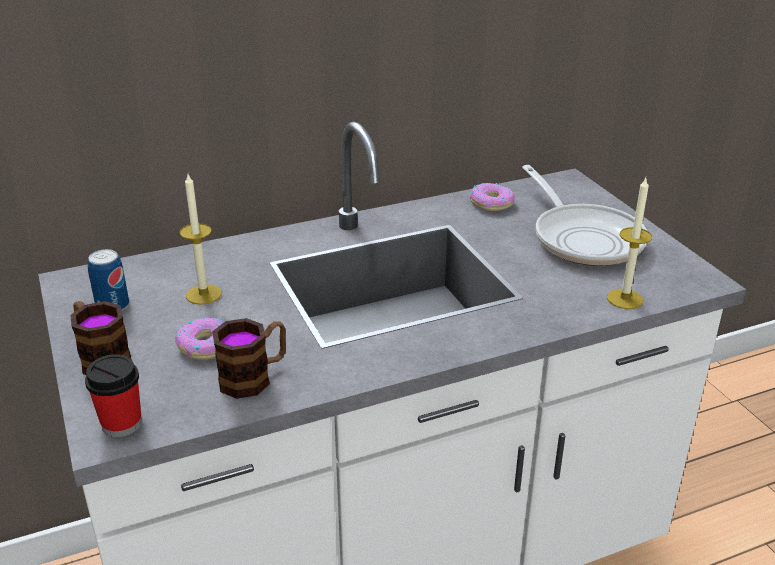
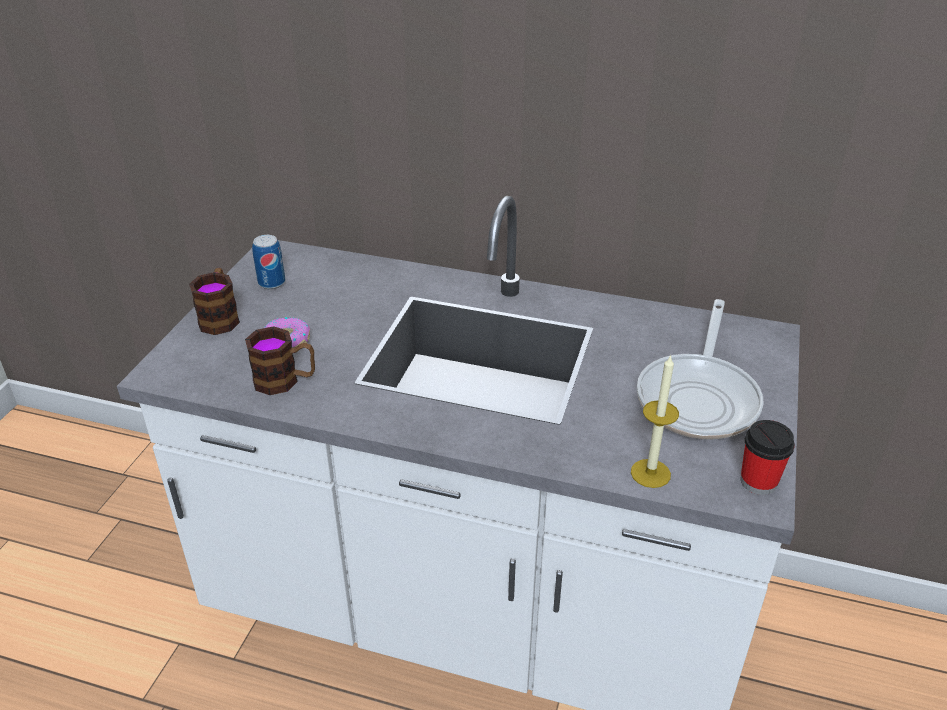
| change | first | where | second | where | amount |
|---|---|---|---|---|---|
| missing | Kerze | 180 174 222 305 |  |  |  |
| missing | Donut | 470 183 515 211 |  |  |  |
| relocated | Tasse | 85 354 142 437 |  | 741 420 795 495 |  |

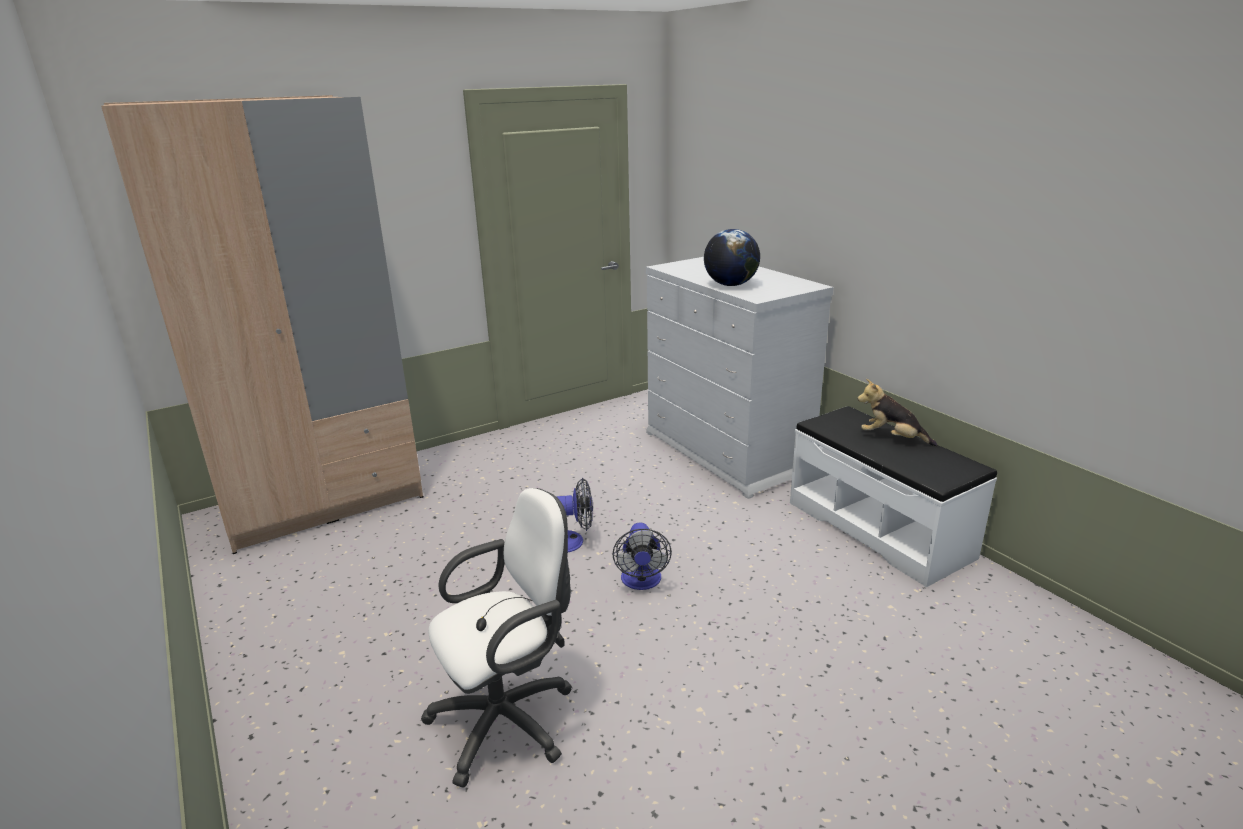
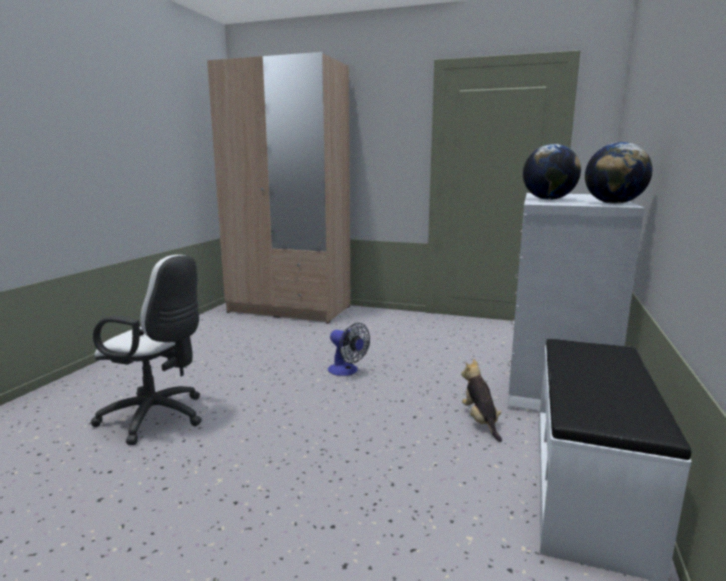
| change | first | where | second | where | amount |
|---|---|---|---|---|---|
| relocated | Plüschtier | 857 379 937 446 |  | 461 359 502 442 |  |
| missing | Ventilator | 613 522 672 590 |  |  |  |
| appeared |  |  | Globus | 585 142 652 204 |  |

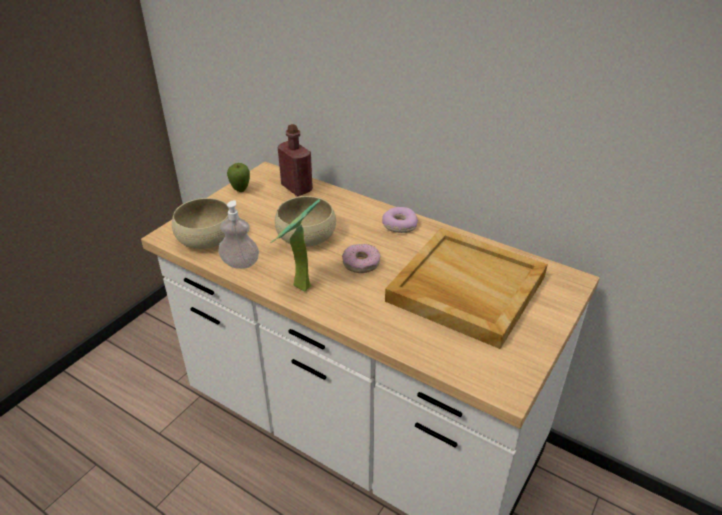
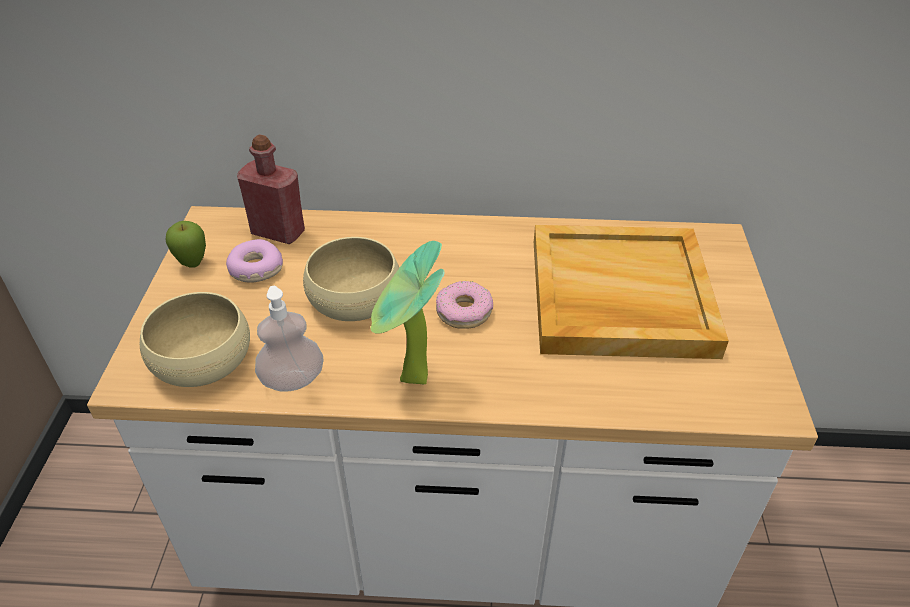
| change | first | where | second | where | amount |
|---|---|---|---|---|---|
| relocated | Donut | 382 207 418 233 |  | 226 239 283 283 |  |

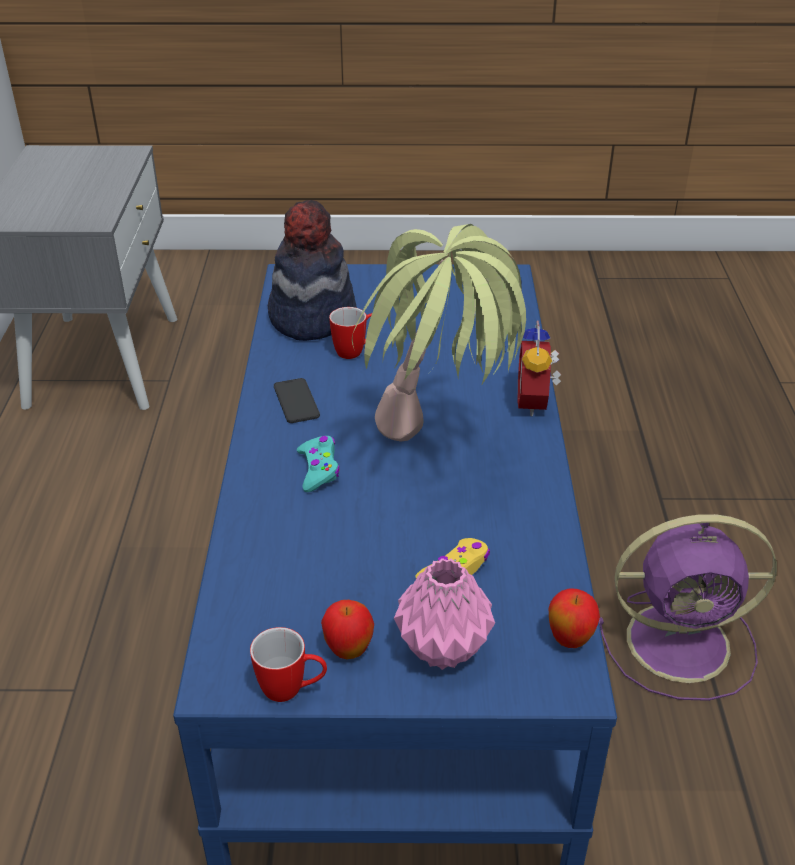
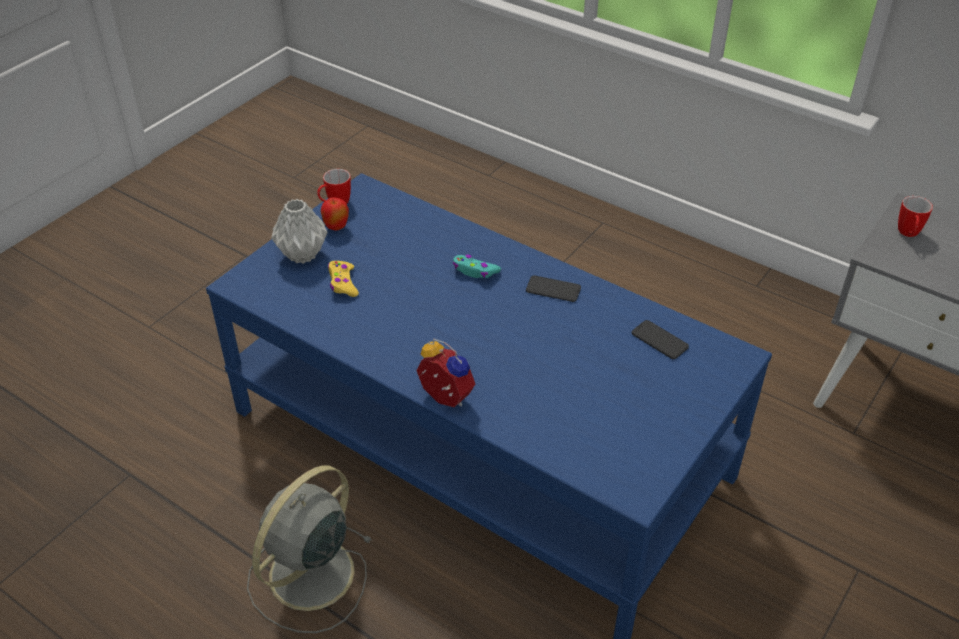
| change | first | where | second | where | amount |
|---|---|---|---|---|---|
| exchanged | Hut | 268 200 357 341 | Handy | 632 320 689 359 |  |
| missing | Topfpflanze | 352 224 526 442 |  |  |  |
| relocated | Henkelbecher | 329 307 372 359 |  | 898 196 933 237 |  |
| colour | Ventilator [lila] | 599 514 777 701 | Ventilator [grau] | 247 466 371 633 |  |
| colour | Vase [rosa] | 394 558 495 670 | Vase [grau] | 271 199 328 264 |  |
| missing | Apfel | 549 588 600 648 |  |  |  |

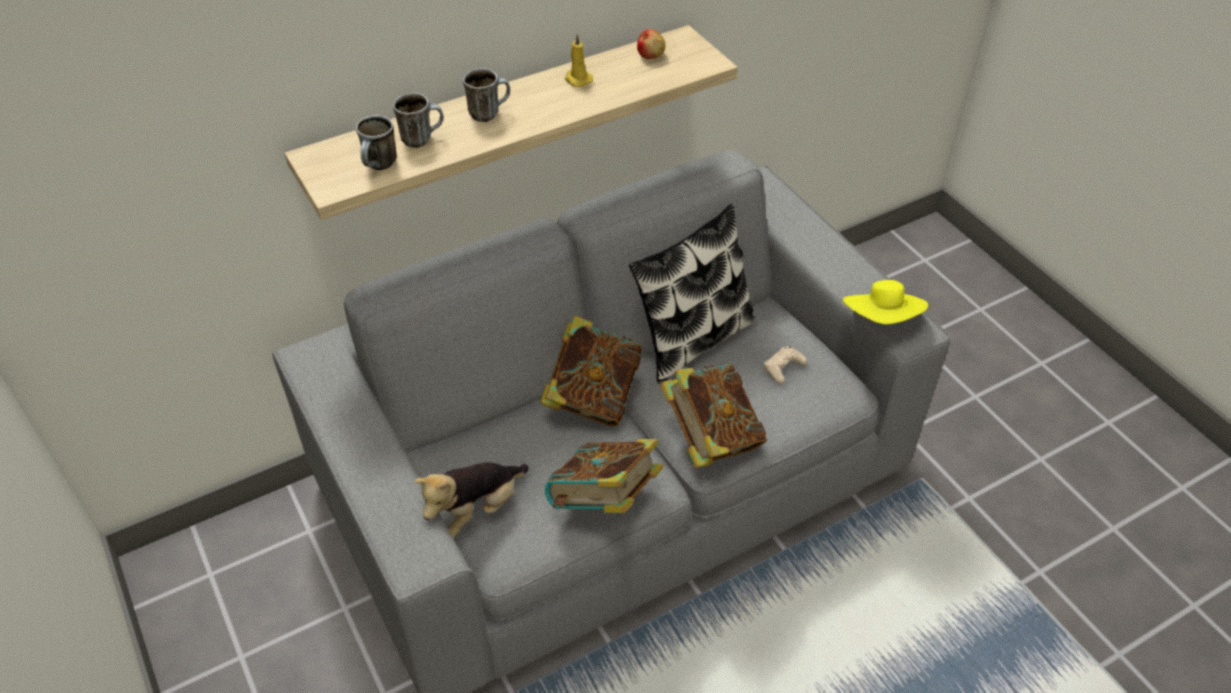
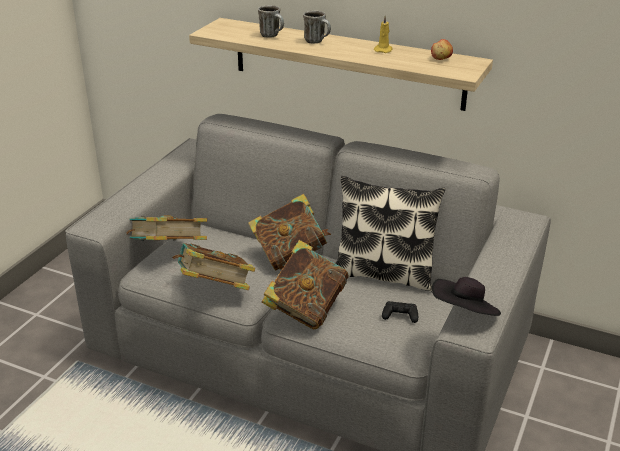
| change | first | where | second | where | amount |
|---|---|---|---|---|---|
| missing | Henkelbecher | 356 115 397 170 |  |  |  |
| colour | Hut [gelb] | 843 280 928 325 | Hut [schwarz] | 432 277 501 316 |  |
| colour | Gamepad [beige] | 764 346 807 384 | Gamepad [schwarz] | 382 301 418 323 |  |
| exchanged | Plüschtier | 414 462 529 539 | Buch | 127 215 207 241 |  |

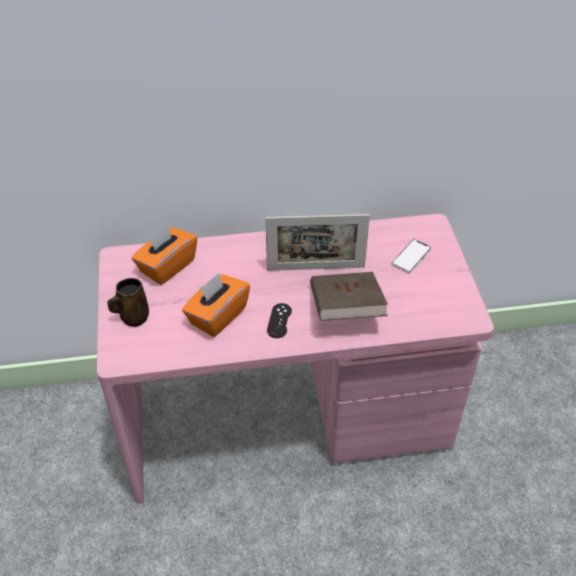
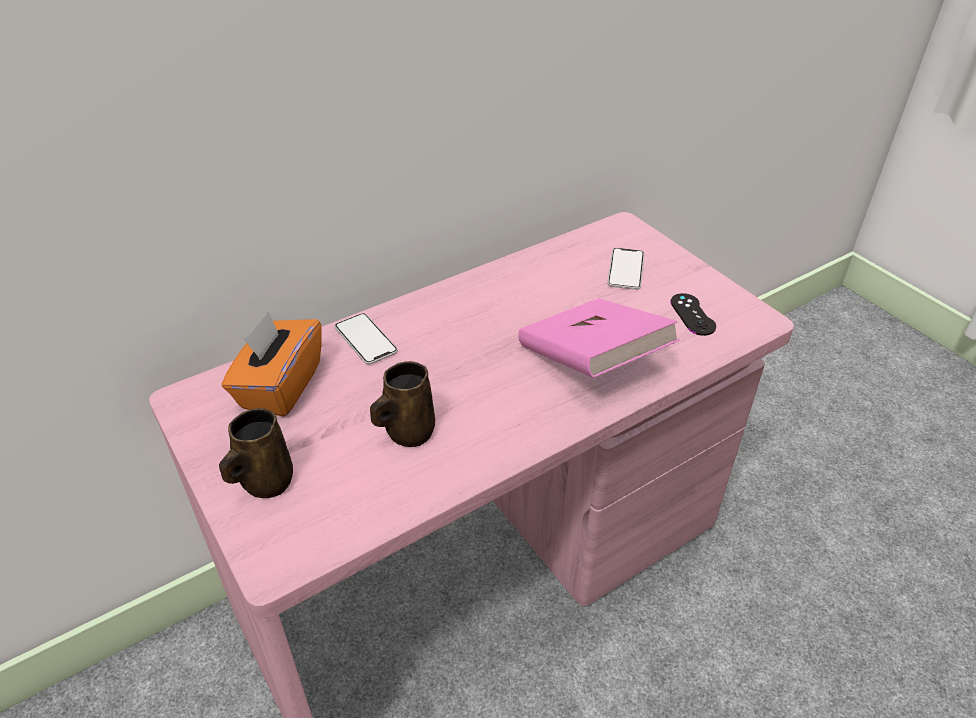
| change | first | where | second | where | amount |
|---|---|---|---|---|---|
| missing | Bilderrahmen | 265 214 370 271 |  |  |  |
| colour | Buch [braun] | 310 272 388 321 | Buch [rosa] | 518 298 680 378 |  |
| exchanged | Taschentuchbox [orange] | 182 273 250 337 | Henkelbecher [braun] | 370 361 435 447 |  |
| relocated | Gamepad [schwarz] | 267 303 292 338 |  | 671 293 716 336 |  |
| appeared |  |  | Handy | 335 313 398 365 |  |

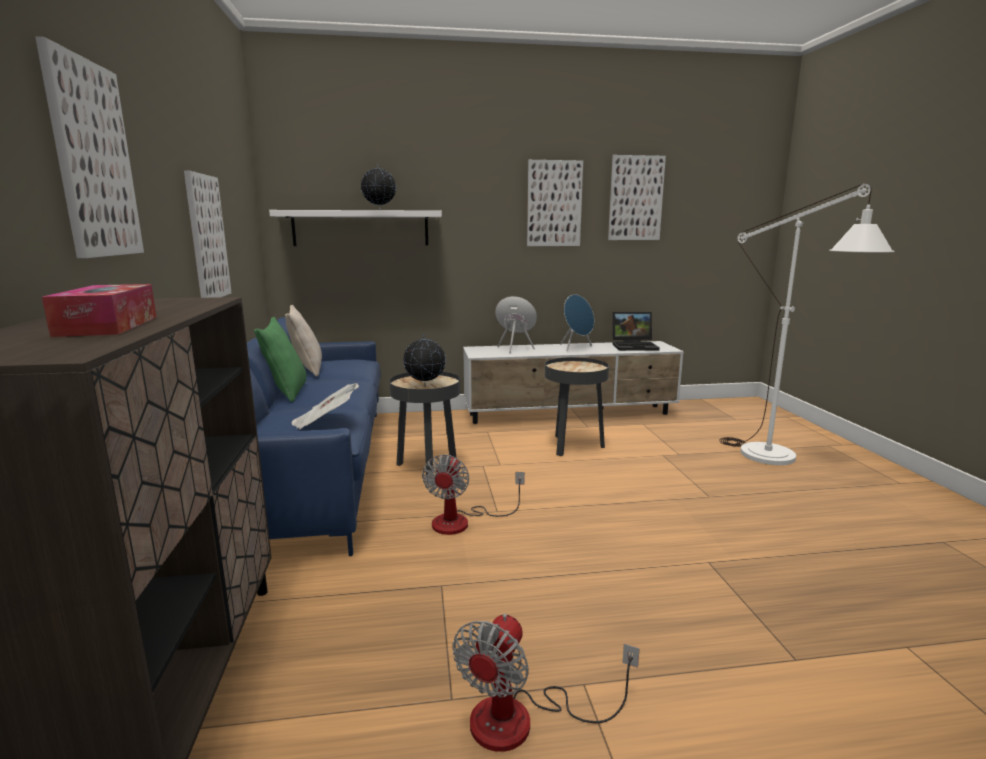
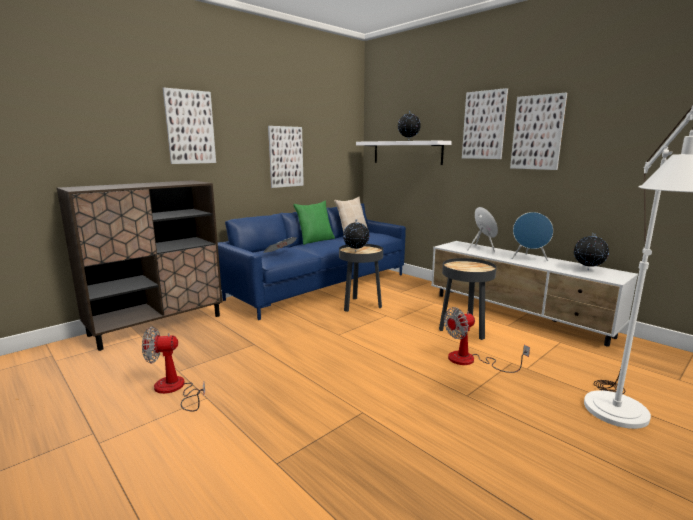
| change | first | where | second | where | amount |
|---|---|---|---|---|---|
| relocated | Bild | 608 155 666 240 |  | 462 88 508 159 |  |
| missing | Taschentuchbox | 42 284 156 337 |  |  |  |
| exchanged | Laptop | 612 312 660 351 | Globus | 574 233 609 270 |  |
| relocated | Ventilator | 422 454 525 535 |  | 444 307 530 373 |  |

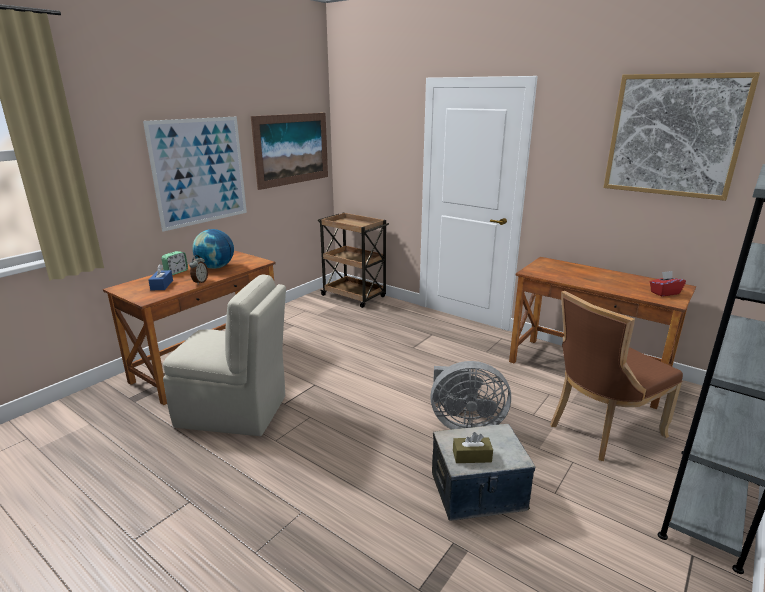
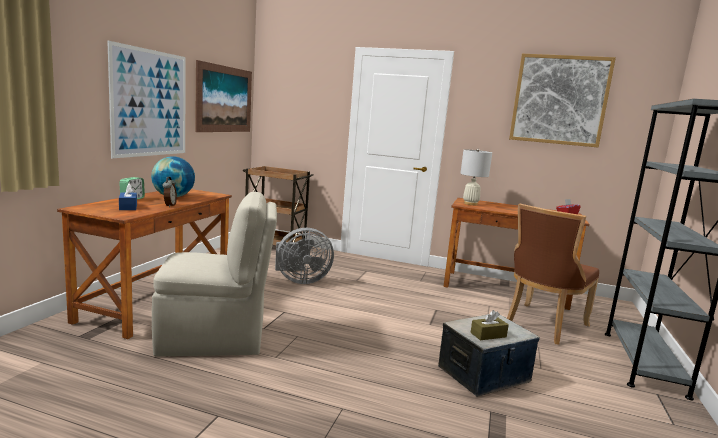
| change | first | where | second | where | amount |
|---|---|---|---|---|---|
| relocated | Ventilator [grau] | 430 361 511 429 |  | 275 228 334 284 |  |
| appeared |  |  | Tischlampe [weiß] | 460 149 492 205 |  |

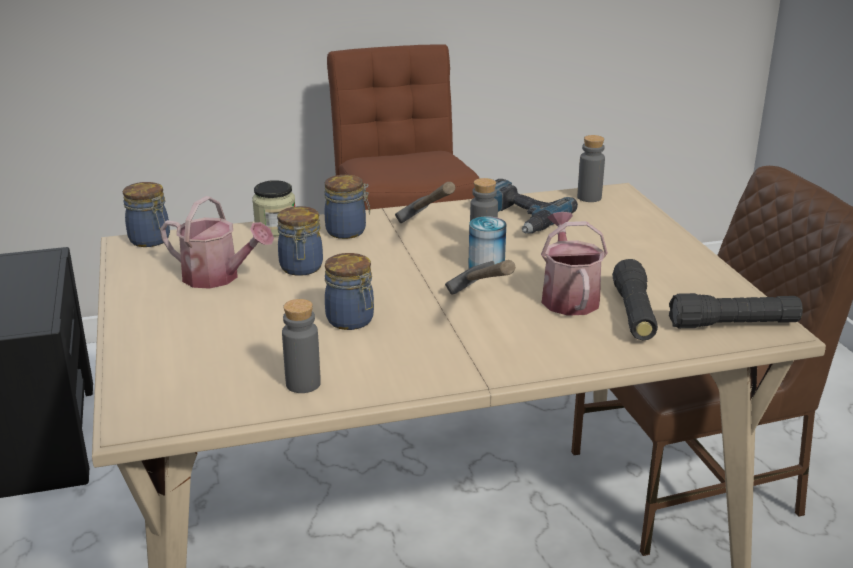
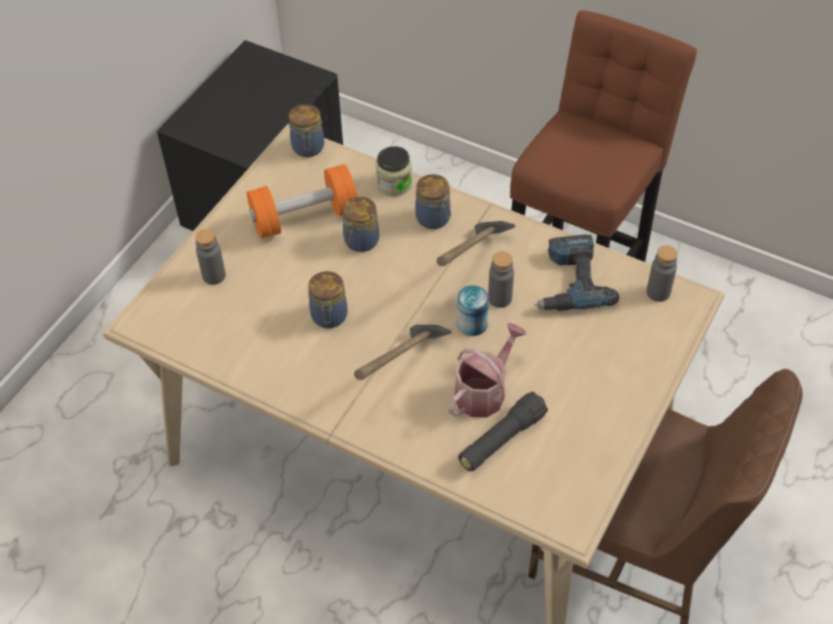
| change | first | where | second | where | amount |
|---|---|---|---|---|---|
| exchanged | Gießkanne | 160 196 274 289 | Hantel [orange] | 247 164 357 239 |  |
| missing | Taschenlampe [schwarz] | 669 293 803 328 |  |  |  |
| relocated | Flasche [grau] | 282 299 321 393 |  | 195 229 226 285 |  |

